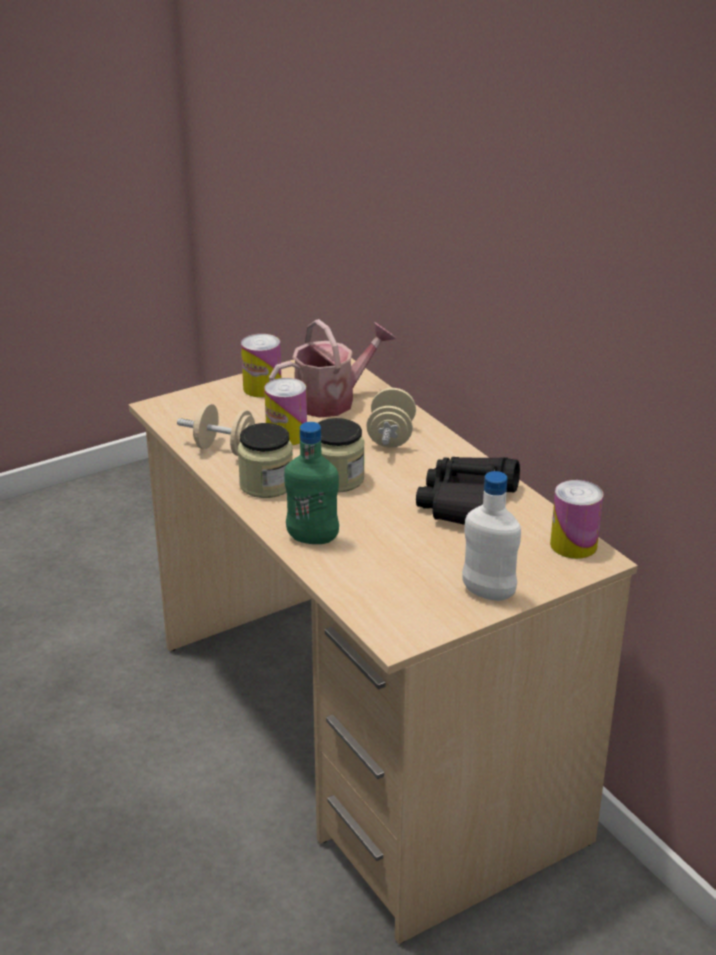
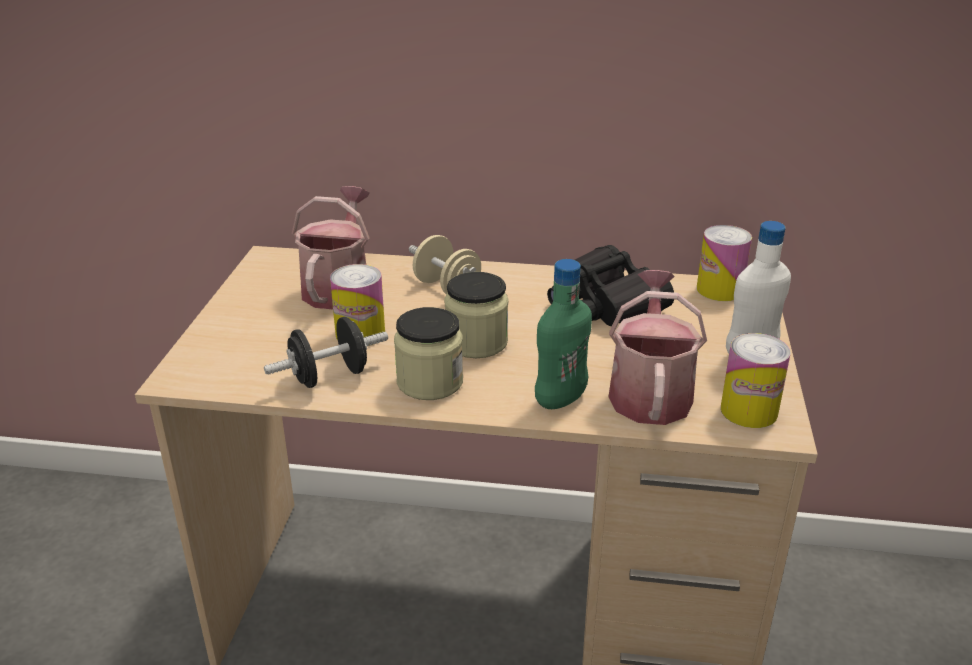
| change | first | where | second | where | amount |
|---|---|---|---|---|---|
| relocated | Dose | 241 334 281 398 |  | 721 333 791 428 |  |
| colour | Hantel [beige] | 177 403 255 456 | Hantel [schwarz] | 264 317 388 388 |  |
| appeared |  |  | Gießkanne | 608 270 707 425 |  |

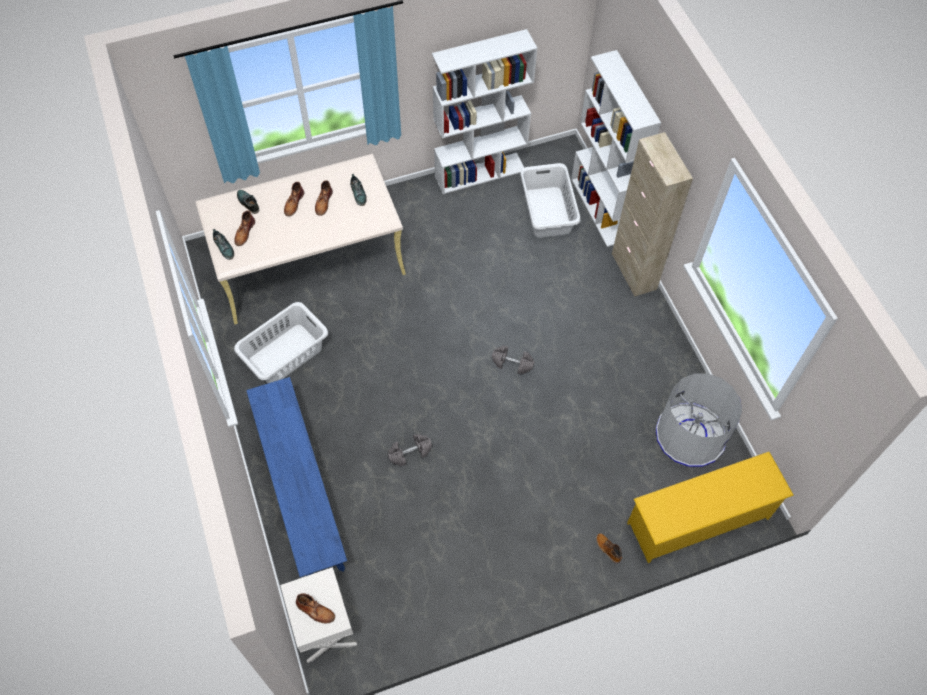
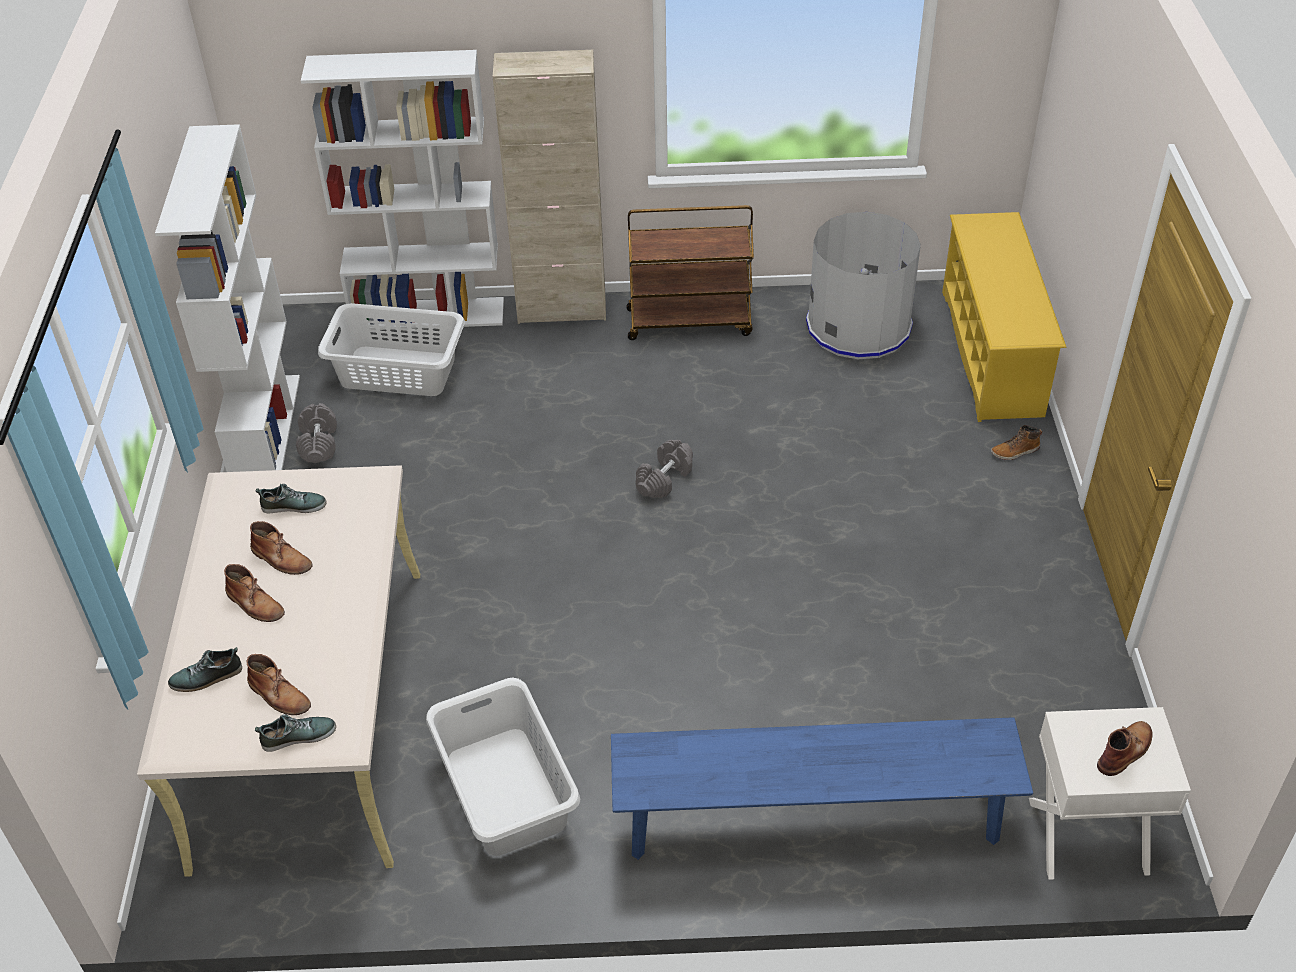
| change | first | where | second | where | amount |
|---|---|---|---|---|---|
| relocated | Hantel [grau] | 388 434 432 466 |  | 296 403 337 463 |  |
| appeared |  |  | Rollwagen [braun] | 627 205 754 340 |  |

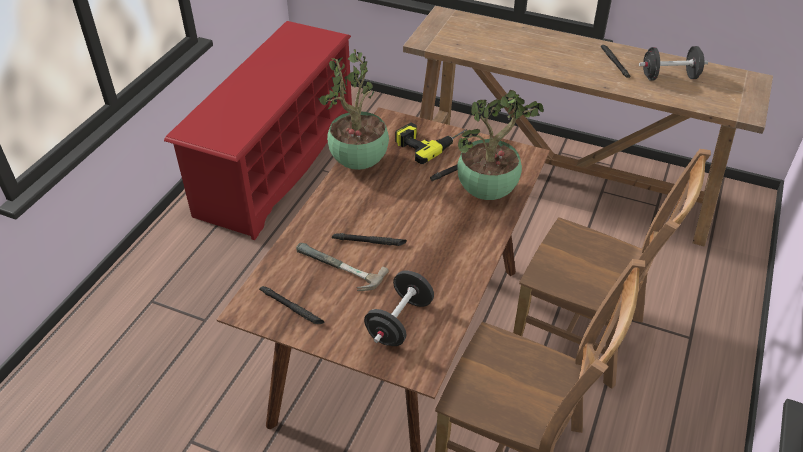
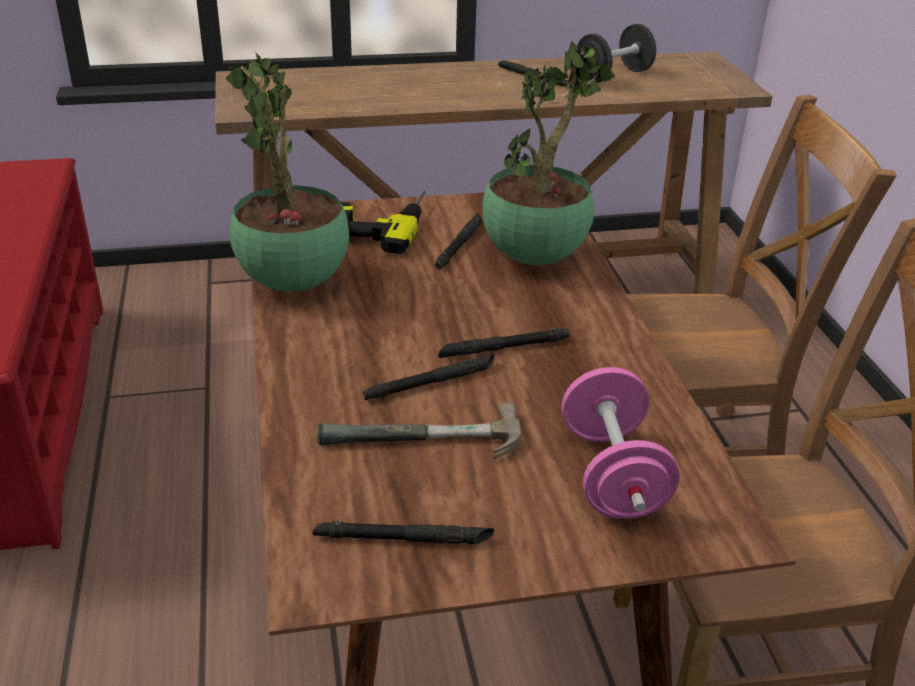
| change | first | where | second | where | amount |
|---|---|---|---|---|---|
| colour | Hantel [schwarz] | 364 270 434 346 | Hantel [rosa] | 562 367 680 519 |  |
| appeared |  |  | Taschenlampe [schwarz] | 438 328 569 358 |  |

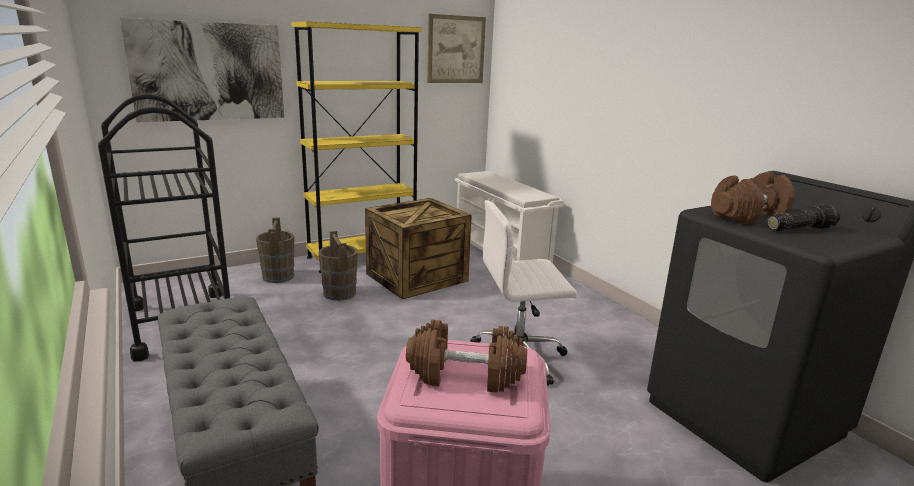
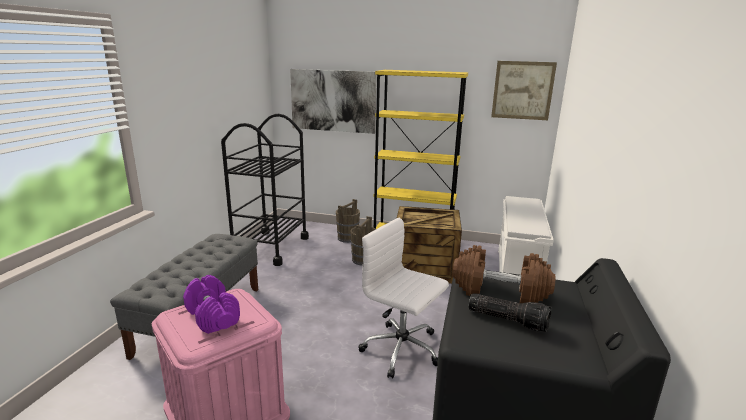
| change | first | where | second | where | amount |
|---|---|---|---|---|---|
| colour | Hantel [braun] | 406 319 527 393 | Hantel [lila] | 183 275 240 334 |  |

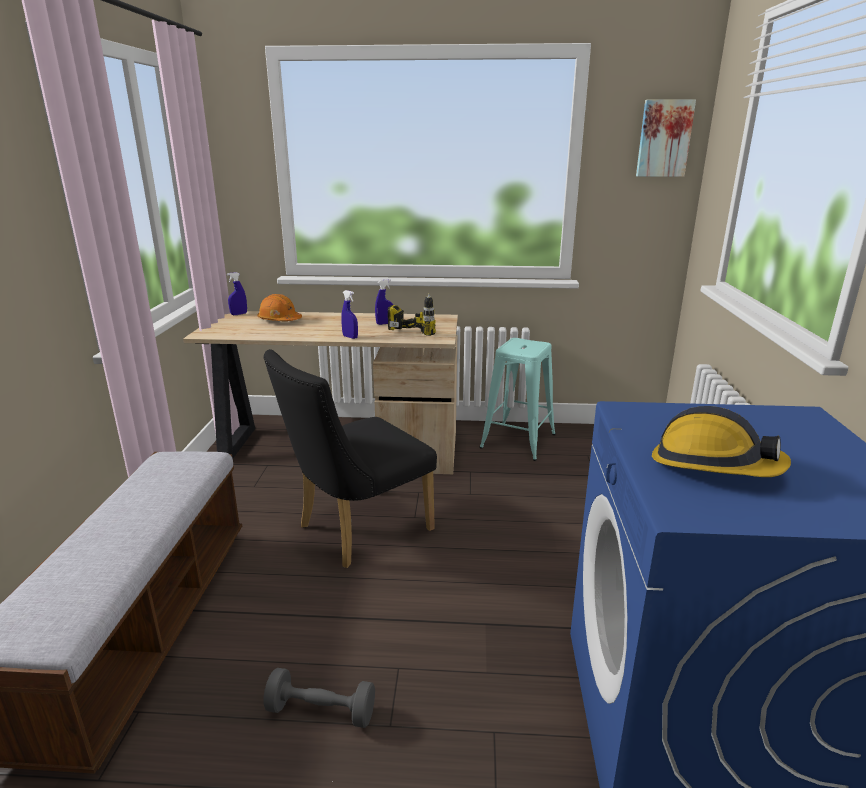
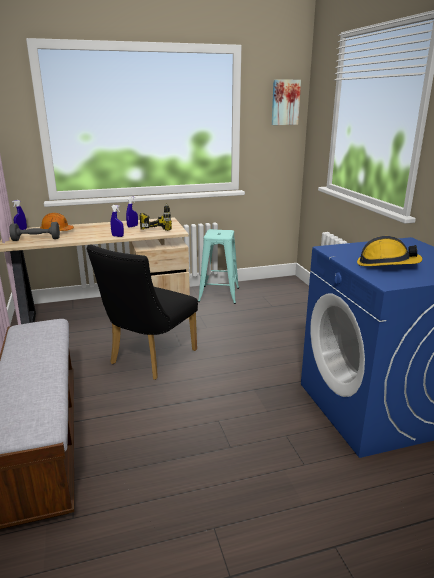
| change | first | where | second | where | amount |
|---|---|---|---|---|---|
| relocated | Hantel [grau] | 263 668 375 728 |  | 9 222 60 241 |  |

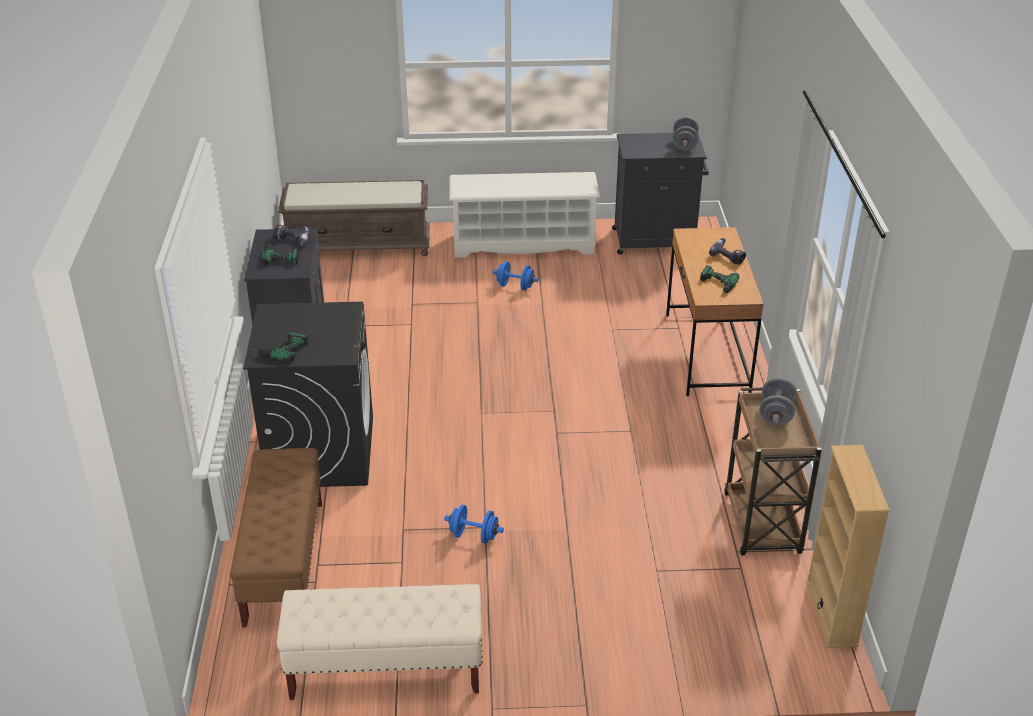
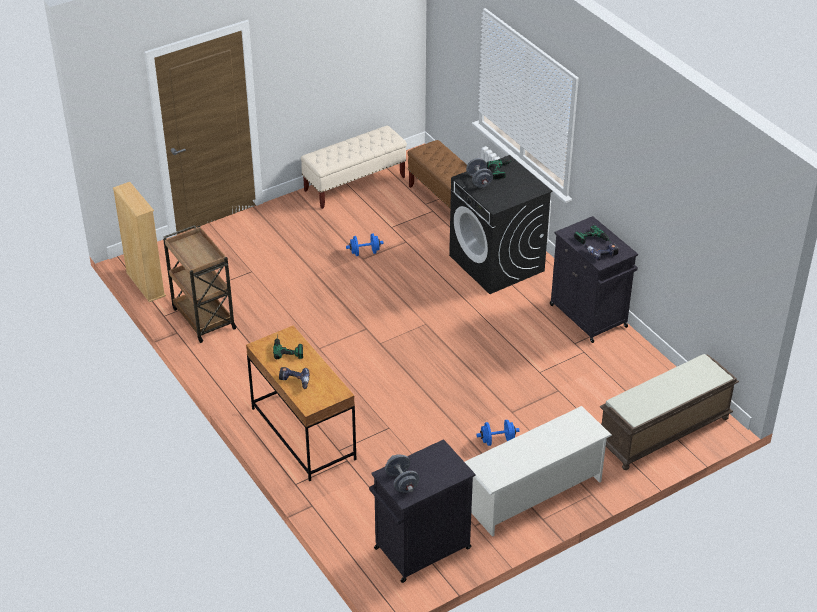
| change | first | where | second | where | amount |
|---|---|---|---|---|---|
| relocated | Hantel [grau] | 759 378 797 425 |  | 466 158 493 188 |  |

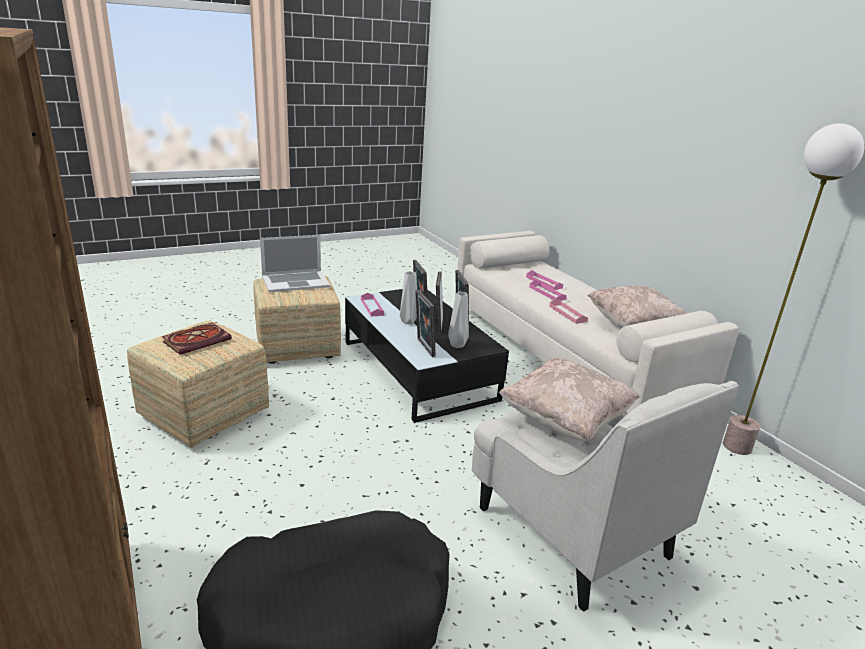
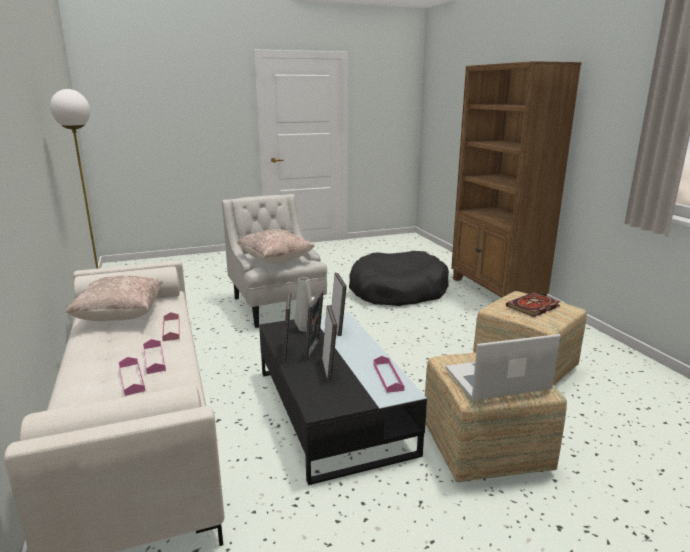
| change | first | where | second | where | amount |
|---|---|---|---|---|---|
| missing | Vase [grau] | 400 271 417 324 |  |  |  |

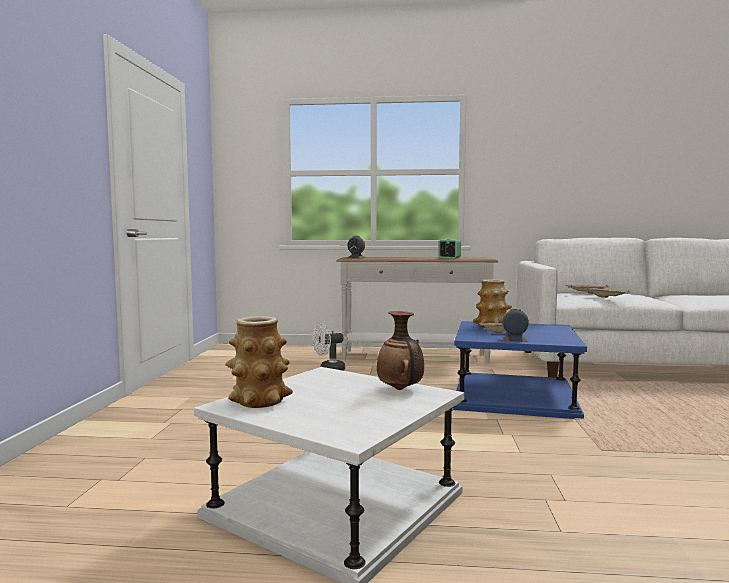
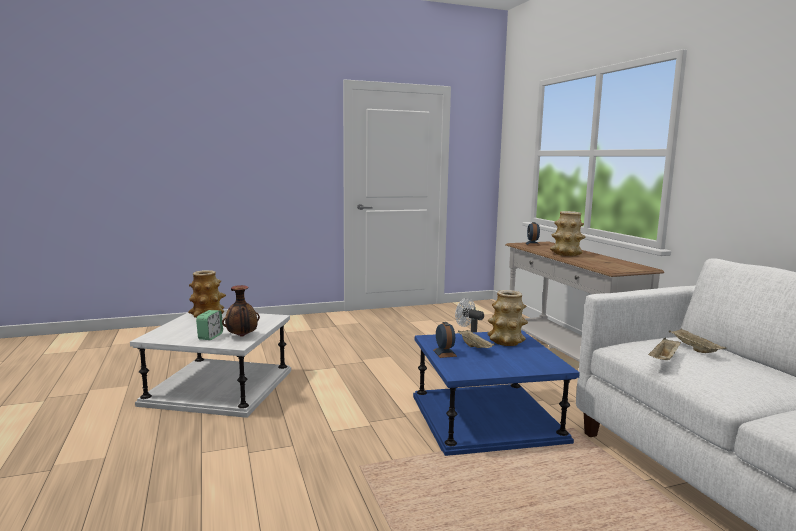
| change | first | where | second | where | amount |
|---|---|---|---|---|---|
| relocated | Wecker | 438 239 461 259 |  | 196 310 223 340 |  |
| appeared |  |  | Vase | 550 211 585 256 |  |

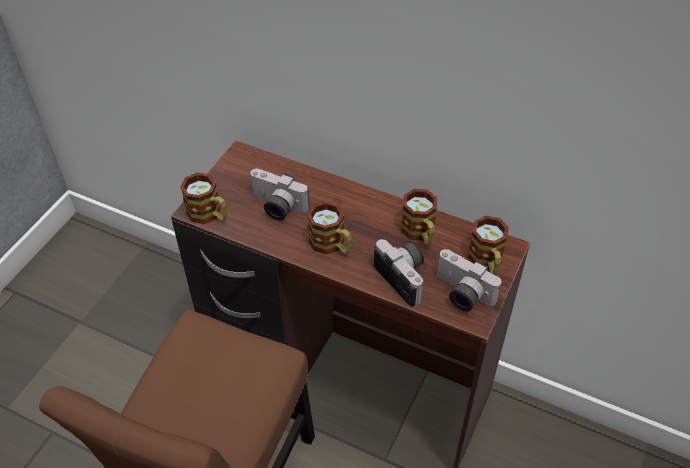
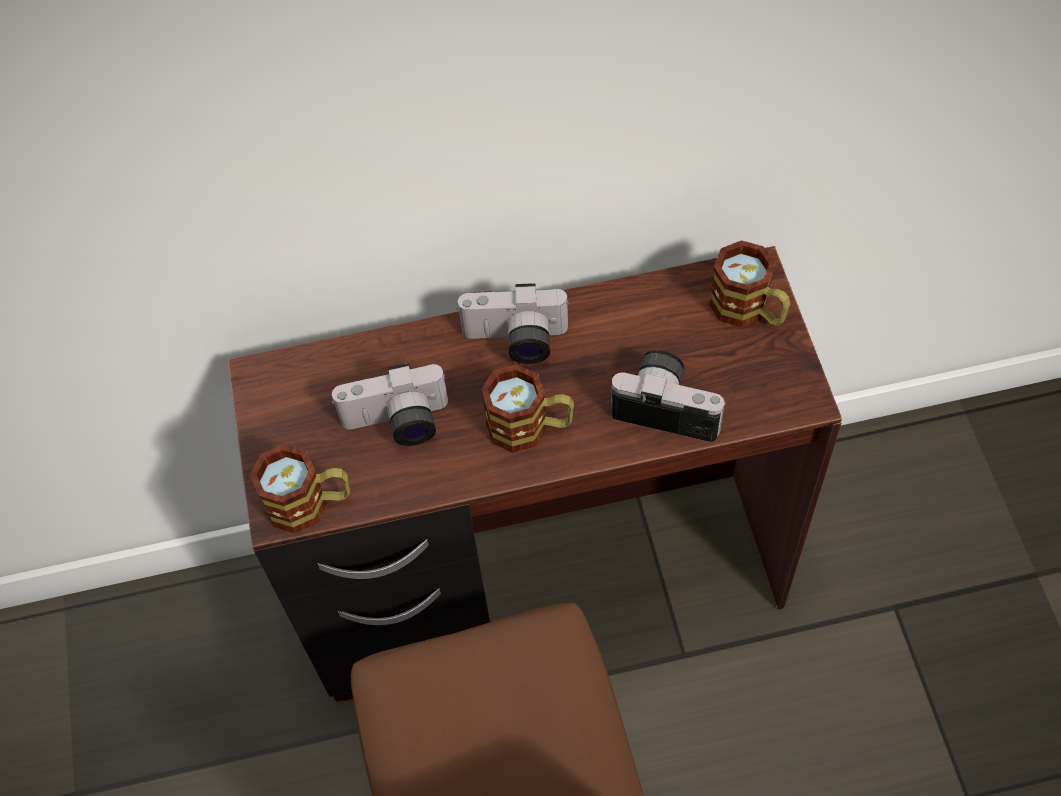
| change | first | where | second | where | amount |
|---|---|---|---|---|---|
| missing | Henkelbecher | 401 189 437 245 |  |  |  |
| relocated | Kamera | 437 249 502 311 |  | 456 283 570 364 |  |

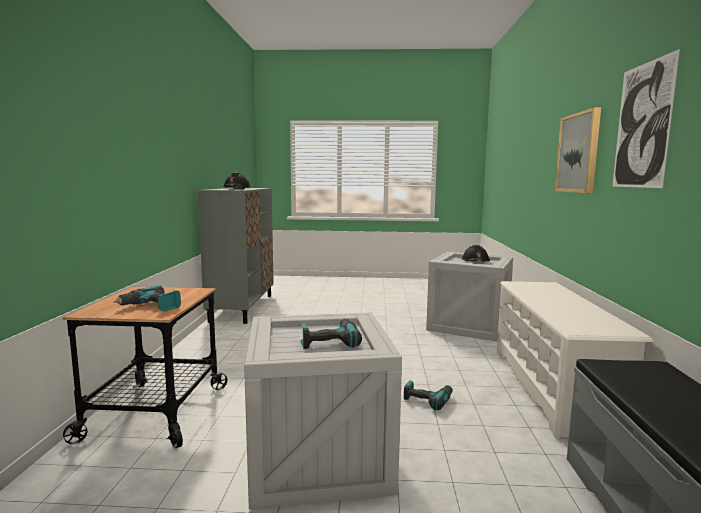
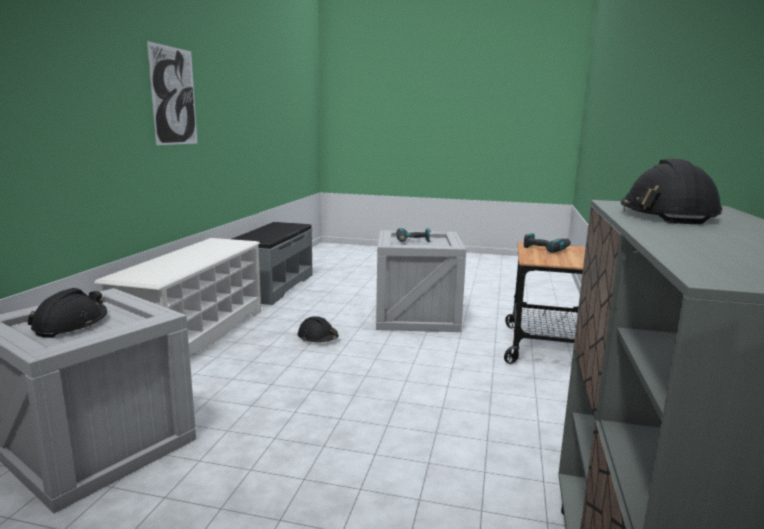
| change | first | where | second | where | amount |
|---|---|---|---|---|---|
| missing | Bild | 555 107 601 193 |  |  |  |
| exchanged | Bohrmaschine | 404 380 453 410 | Schutzhelm [schwarz] | 298 316 339 343 |  |

